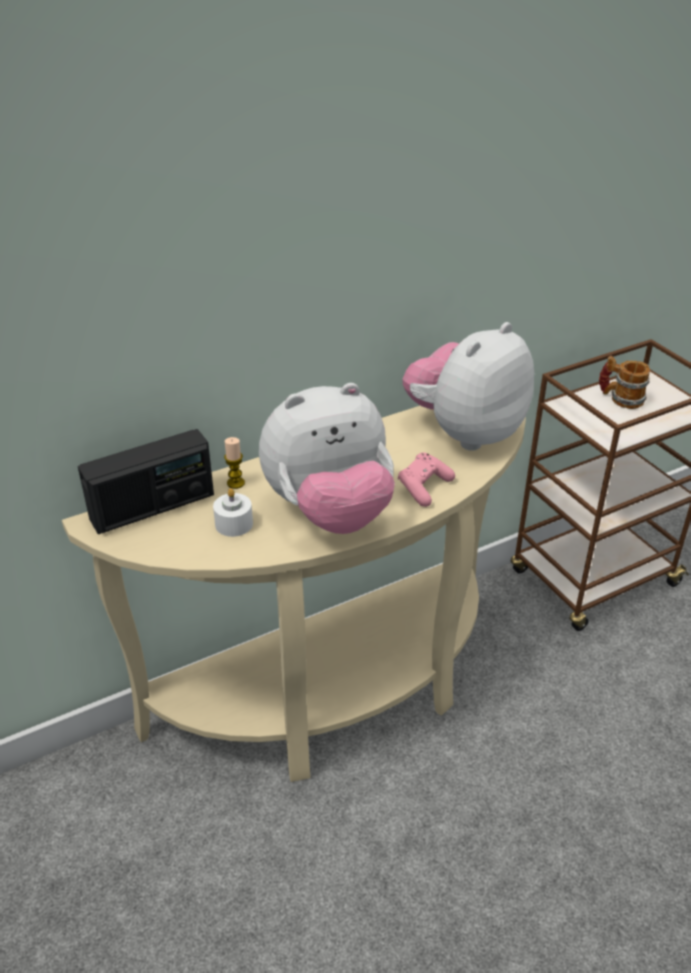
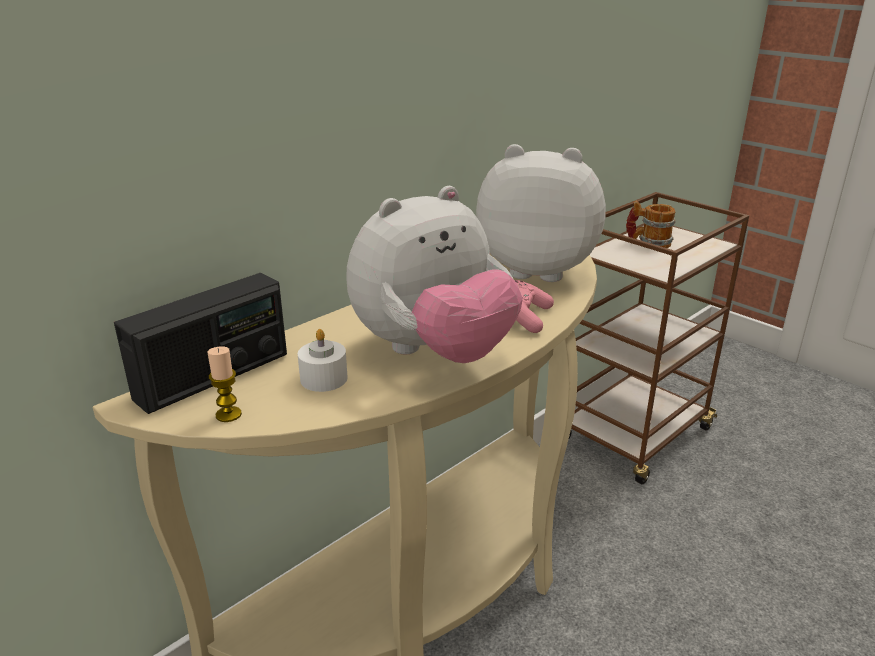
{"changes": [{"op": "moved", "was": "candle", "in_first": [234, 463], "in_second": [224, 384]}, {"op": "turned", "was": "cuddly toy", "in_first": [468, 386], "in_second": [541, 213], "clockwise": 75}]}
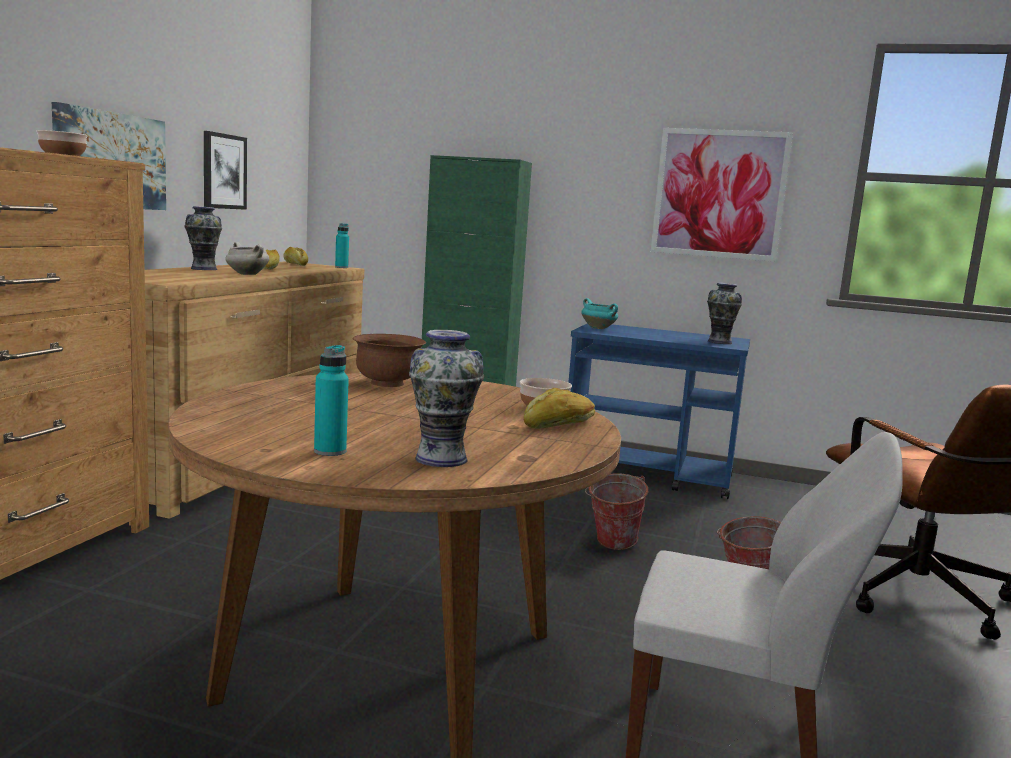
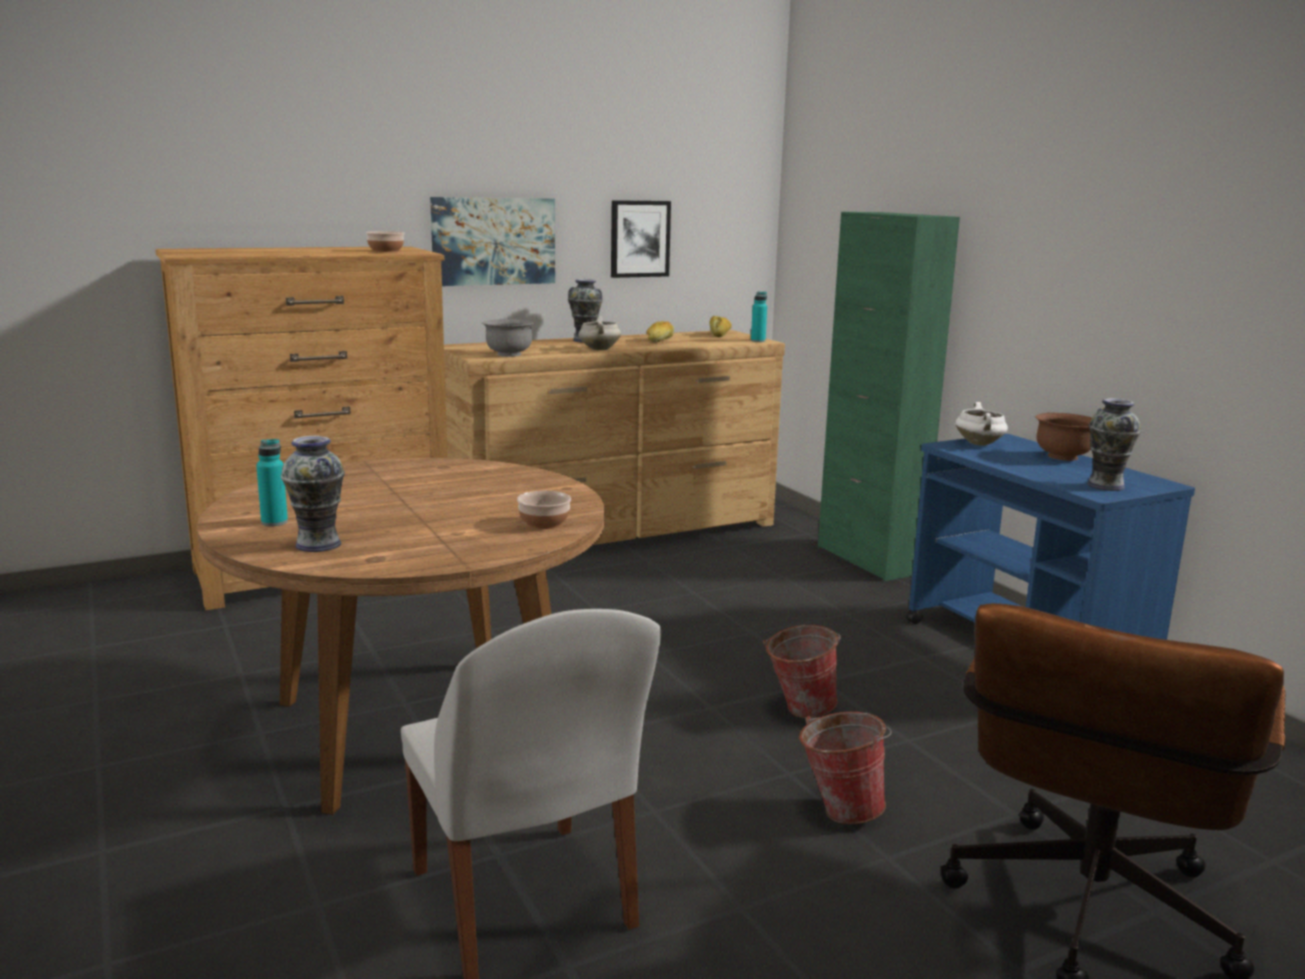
{"changes": [{"op": "added", "now": "greyish serving bowl", "in_second": [508, 338]}, {"op": "recoloured", "was": "blue-green saucepot", "now": "white saucepot", "in_first": [599, 313], "in_second": [982, 424]}, {"op": "moved", "was": "brown-coloured serving bowl", "in_first": [389, 360], "in_second": [1063, 437]}, {"op": "removed", "was": "bakery bread", "in_first": [559, 408]}, {"op": "removed", "was": "wall picture", "in_first": [722, 195]}]}
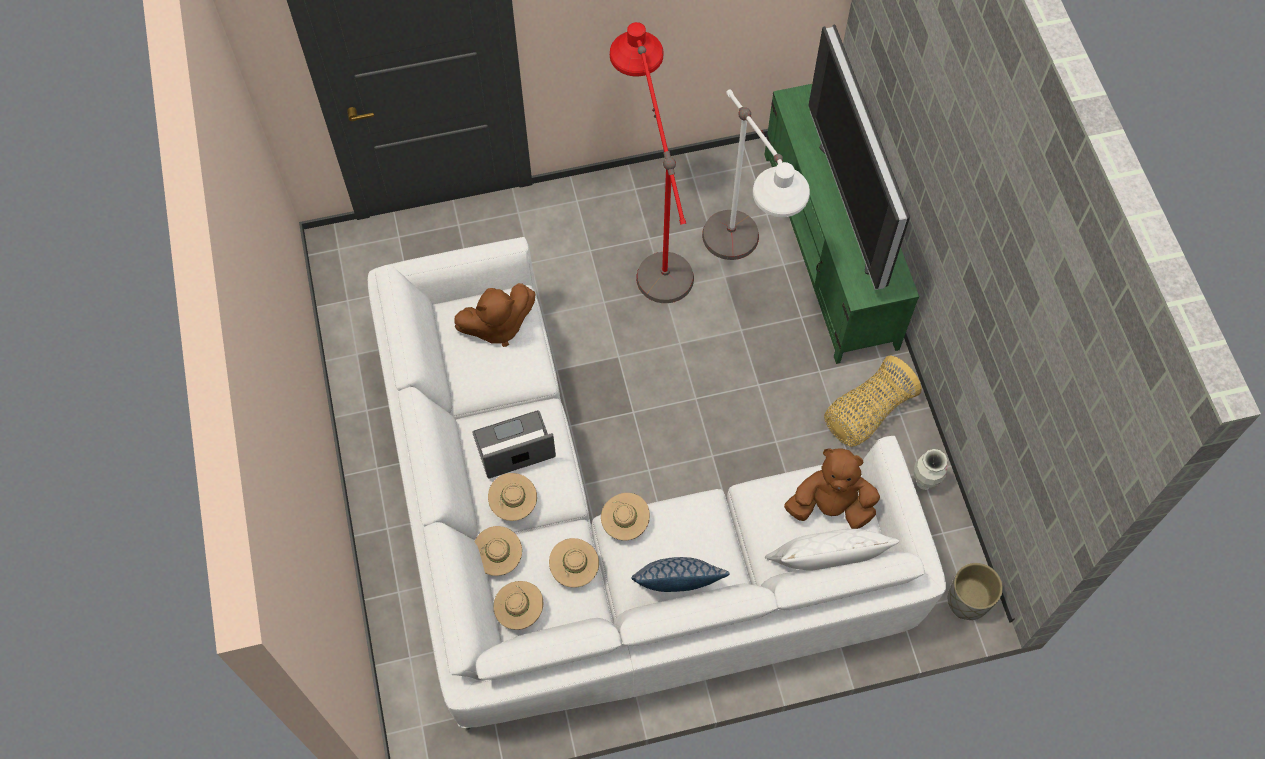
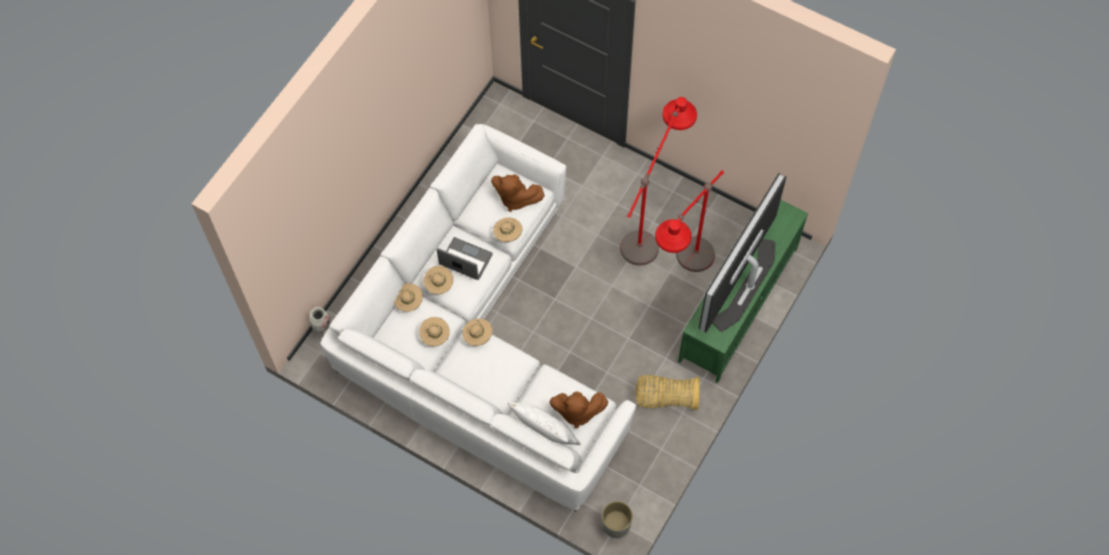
{"changes": [{"op": "moved", "was": "vase", "in_first": [931, 469], "in_second": [320, 320]}, {"op": "moved", "was": "beige-coloured wearable hat", "in_first": [518, 605], "in_second": [507, 230]}, {"op": "turned", "was": "brown-coloured cuddly toy", "in_first": [832, 488], "in_second": [579, 409], "clockwise": 135}, {"op": "recoloured", "was": "white standard lamp", "now": "red-coloured standard lamp", "in_first": [756, 174], "in_second": [689, 221]}, {"op": "removed", "was": "cushion", "in_first": [680, 574]}]}
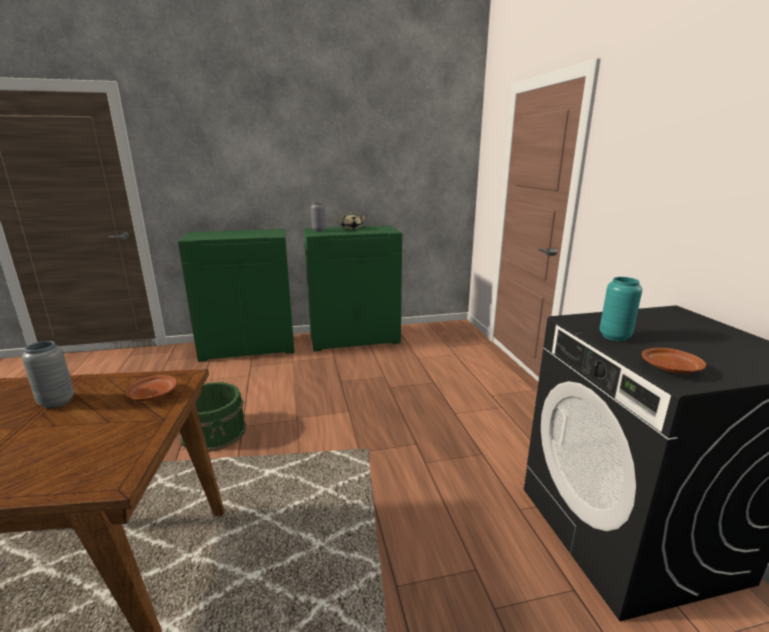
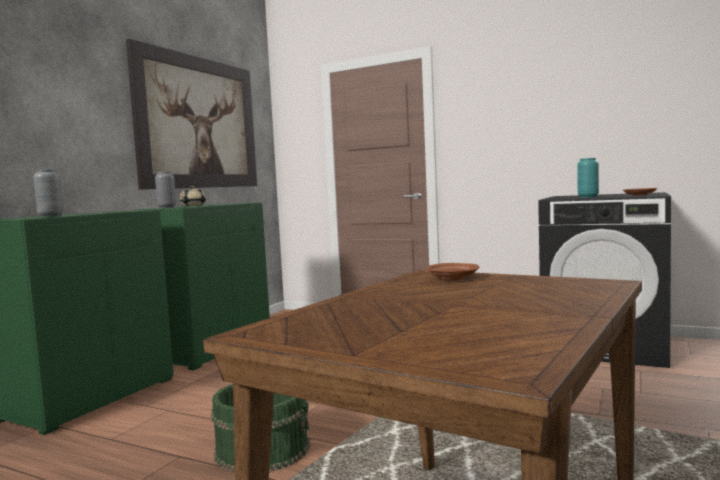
{"changes": [{"op": "moved", "was": "greyish vase", "in_first": [48, 374], "in_second": [49, 193]}, {"op": "added", "now": "wall picture", "in_second": [191, 114]}]}
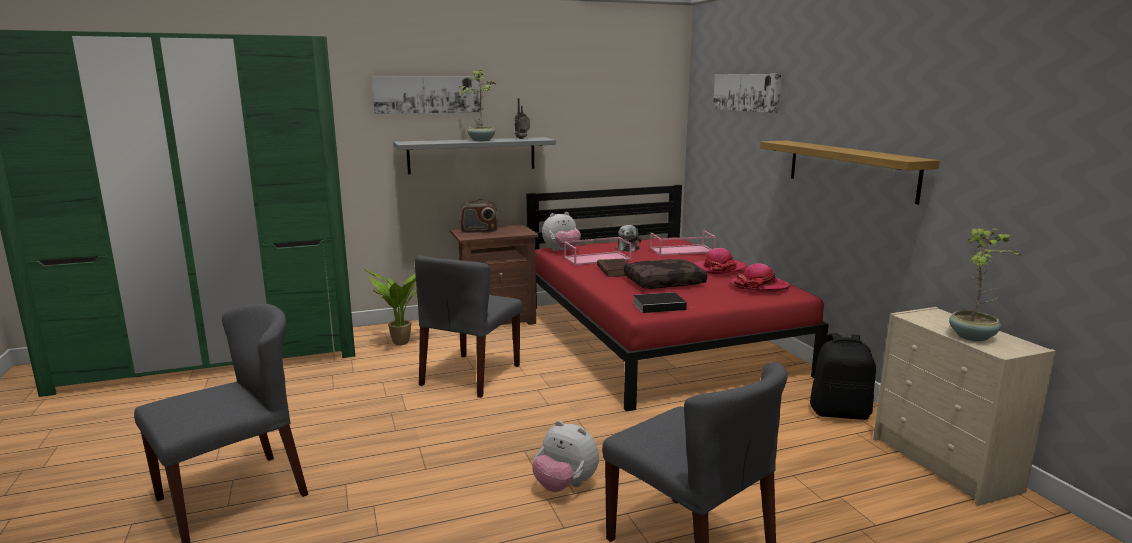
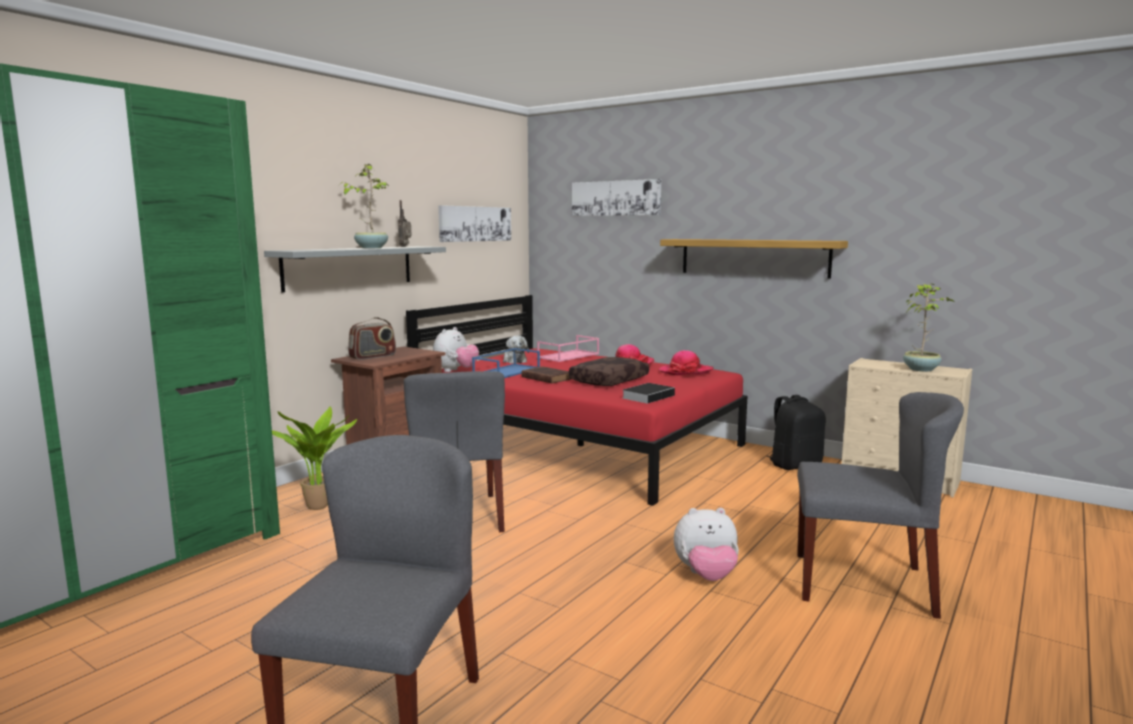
{"changes": [{"op": "moved", "was": "wall picture", "in_first": [425, 95], "in_second": [474, 223]}, {"op": "recoloured", "was": "pink-coloured carrying tray", "now": "blue-coloured carrying tray", "in_first": [598, 251], "in_second": [506, 363]}]}
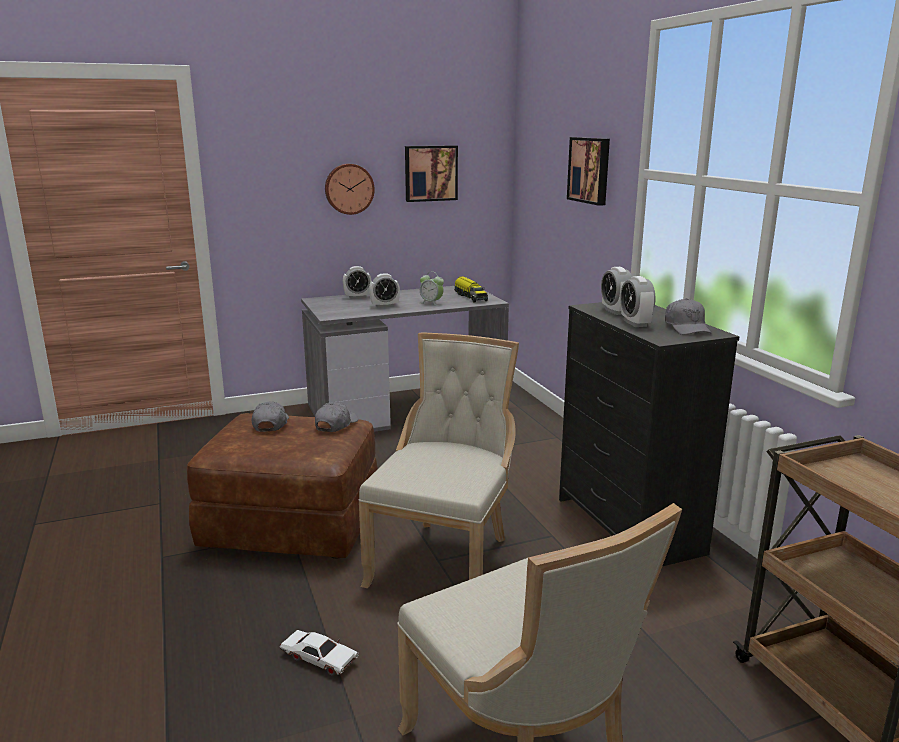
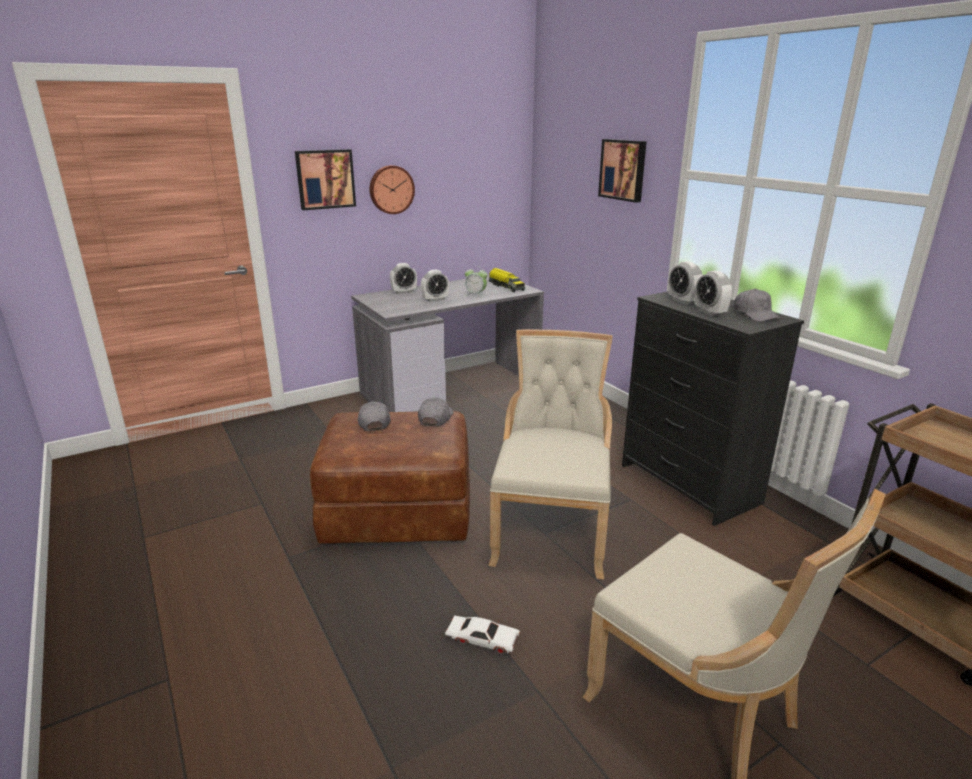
{"changes": [{"op": "moved", "was": "wall picture", "in_first": [431, 173], "in_second": [325, 179]}]}
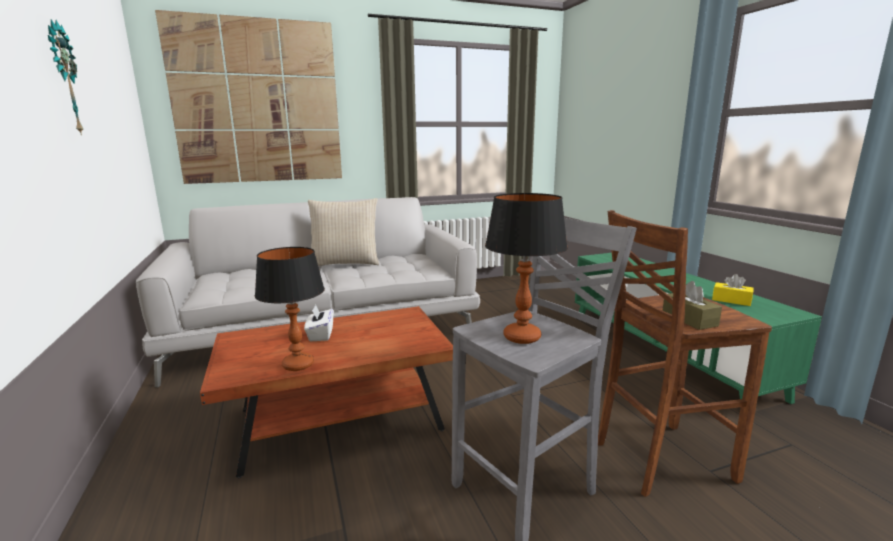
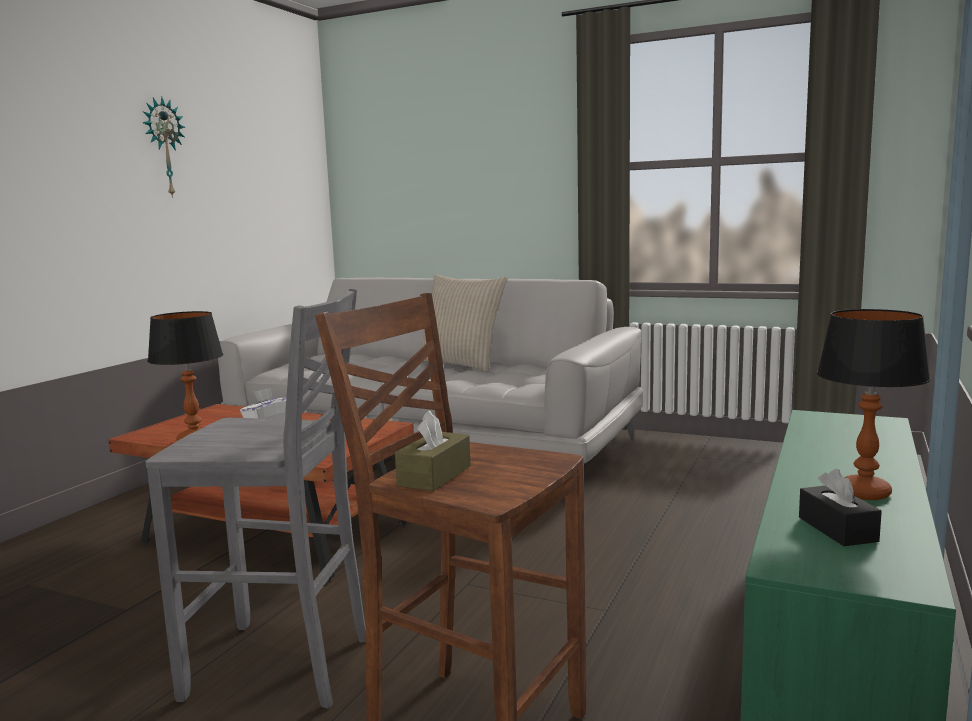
{"changes": [{"op": "recoloured", "was": "yellow-coloured tissue box", "now": "black-coloured tissue box", "in_first": [733, 290], "in_second": [840, 507]}, {"op": "moved", "was": "tabletop lamp", "in_first": [526, 268], "in_second": [874, 404]}, {"op": "removed", "was": "wall picture", "in_first": [248, 97]}]}
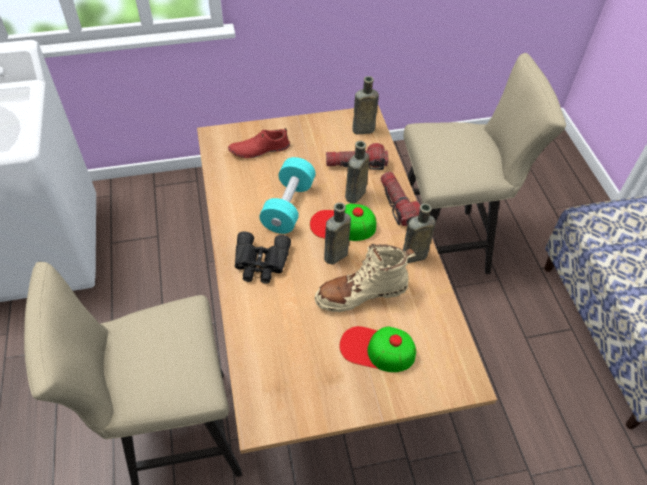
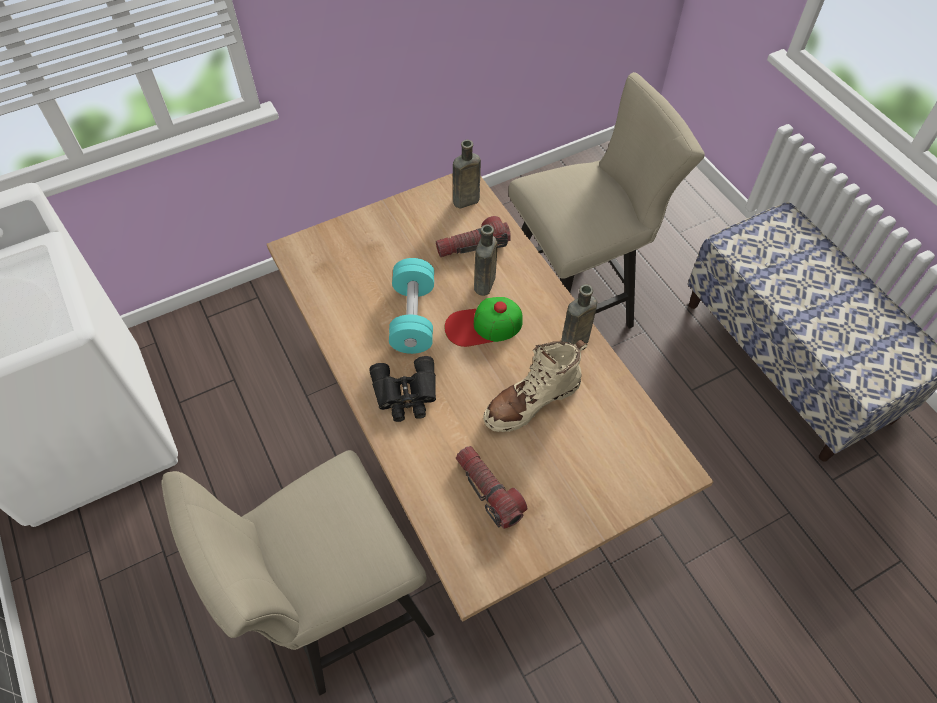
{"changes": [{"op": "moved", "was": "torch", "in_first": [400, 199], "in_second": [491, 487]}, {"op": "removed", "was": "red-coloured item of footwear", "in_first": [259, 143]}, {"op": "removed", "was": "brown-coloured drink bottle", "in_first": [337, 233]}, {"op": "removed", "was": "peaked cap", "in_first": [377, 349]}]}
